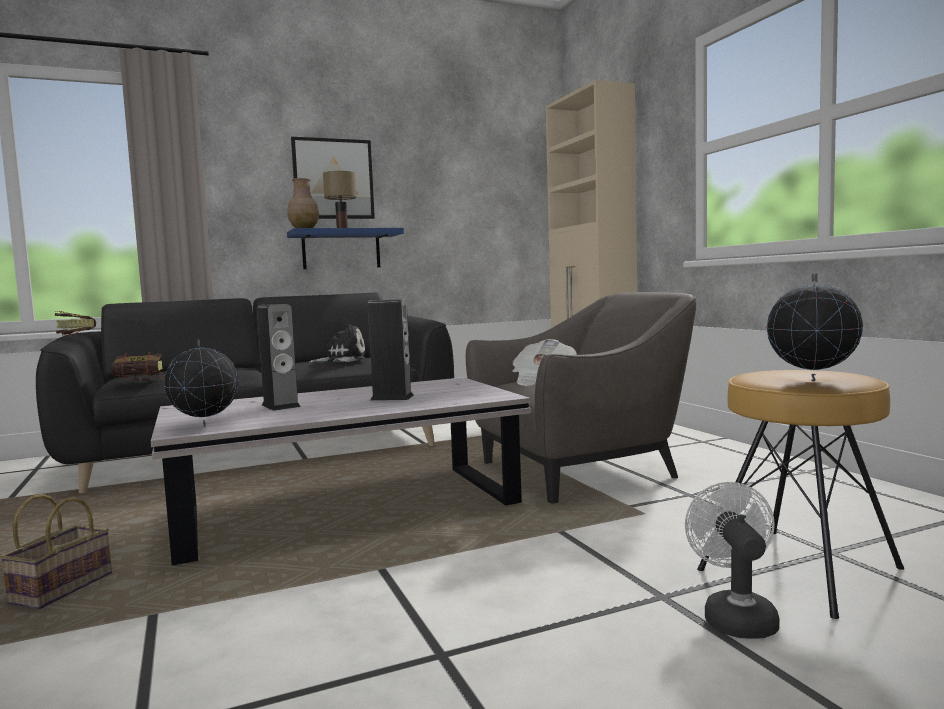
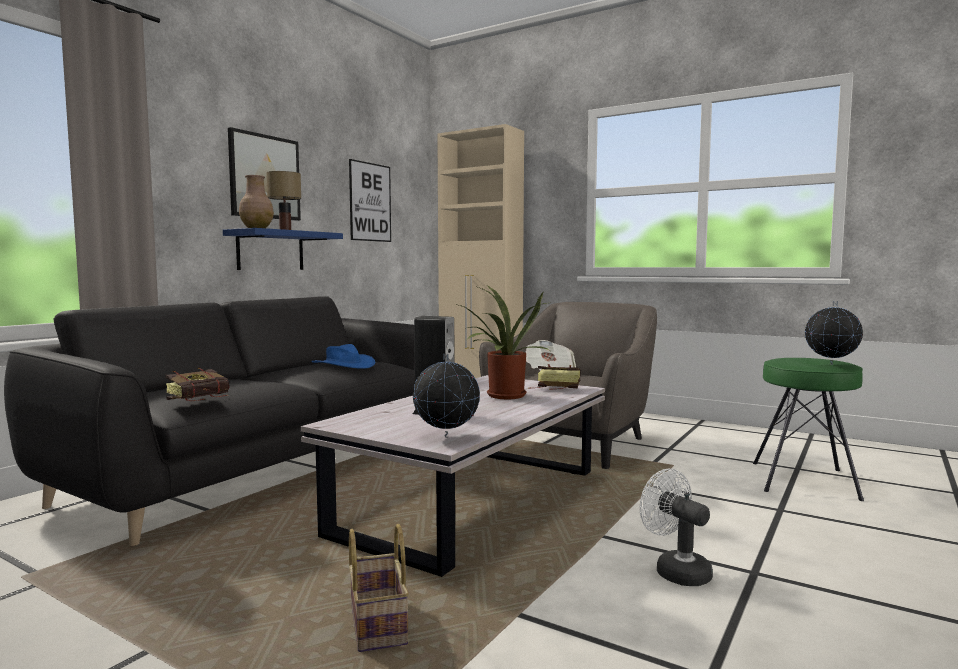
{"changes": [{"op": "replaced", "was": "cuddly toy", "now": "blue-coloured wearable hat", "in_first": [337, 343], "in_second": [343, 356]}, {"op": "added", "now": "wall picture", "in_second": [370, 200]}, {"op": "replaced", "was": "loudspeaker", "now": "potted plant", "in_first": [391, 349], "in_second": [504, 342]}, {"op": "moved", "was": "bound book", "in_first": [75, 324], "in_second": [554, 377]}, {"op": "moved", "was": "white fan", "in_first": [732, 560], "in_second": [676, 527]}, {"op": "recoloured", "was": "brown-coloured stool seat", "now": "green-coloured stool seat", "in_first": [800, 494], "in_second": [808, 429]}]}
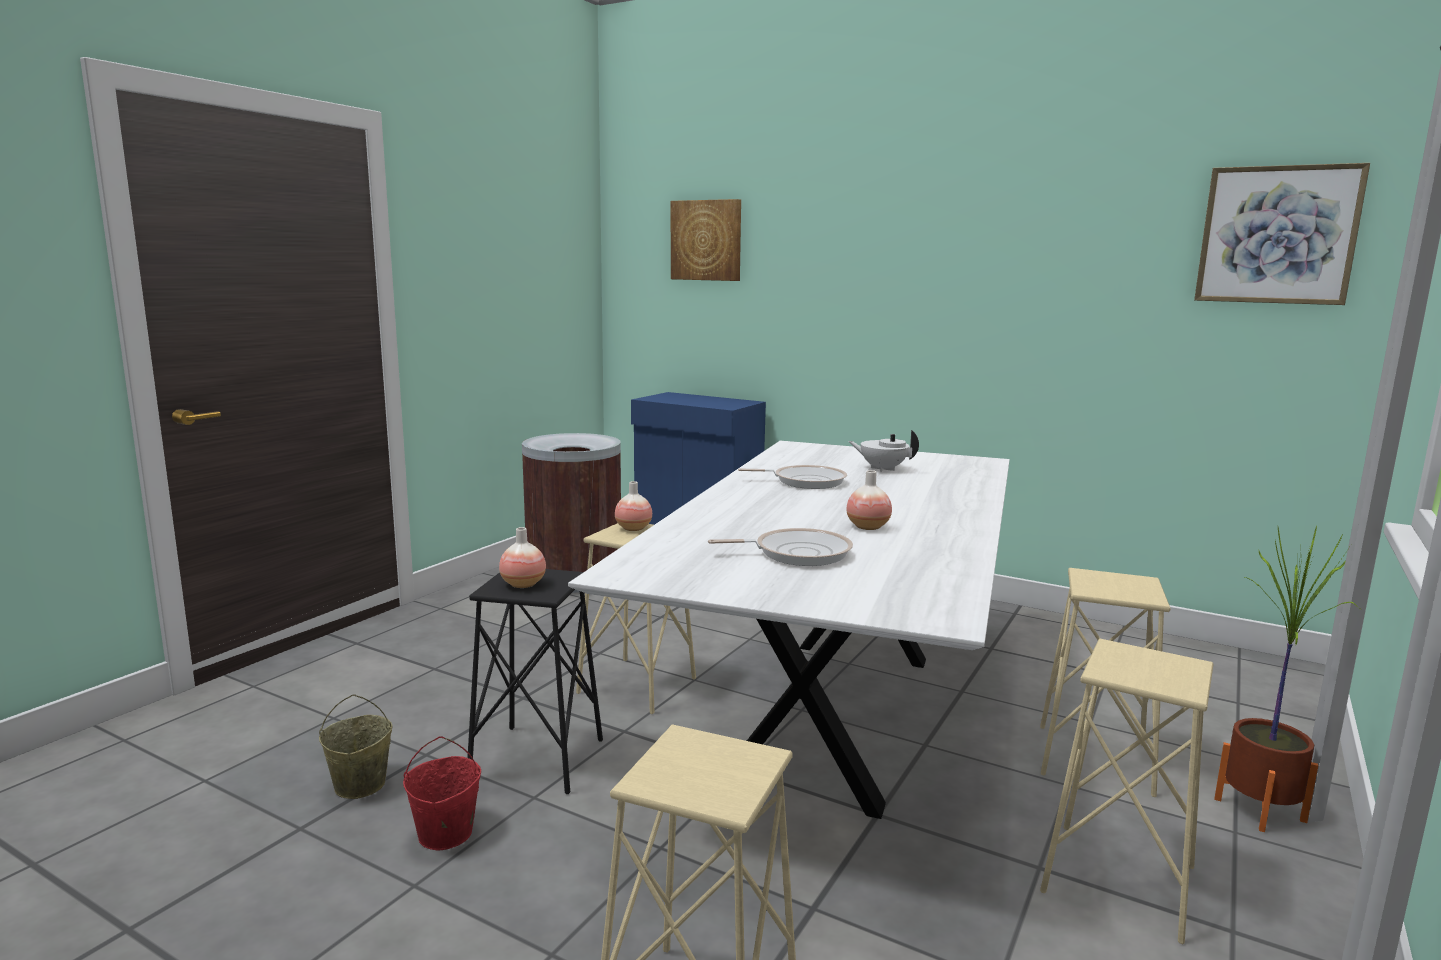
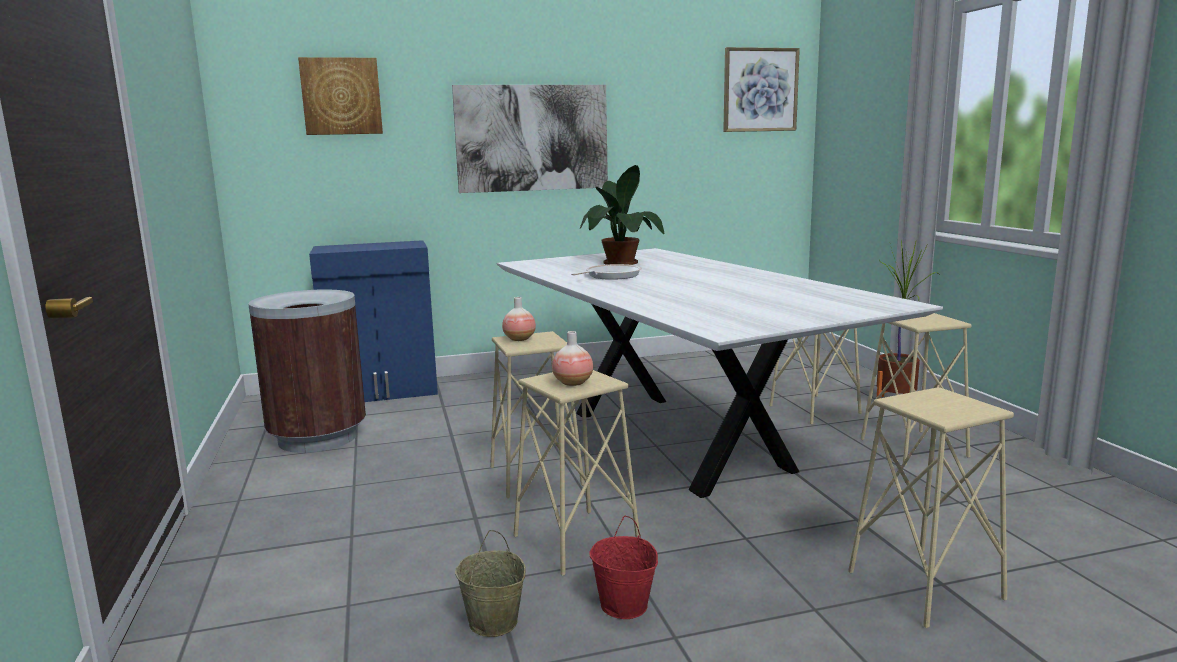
{"changes": [{"op": "added", "now": "wall picture", "in_second": [530, 139]}, {"op": "recoloured", "was": "black-coloured stool seat", "now": "beige-coloured stool seat", "in_first": [535, 681], "in_second": [576, 473]}, {"op": "replaced", "was": "white teapot", "now": "potted plant", "in_first": [884, 451], "in_second": [622, 215]}, {"op": "removed", "was": "frying pan", "in_first": [780, 547]}, {"op": "removed", "was": "vase", "in_first": [869, 500]}]}
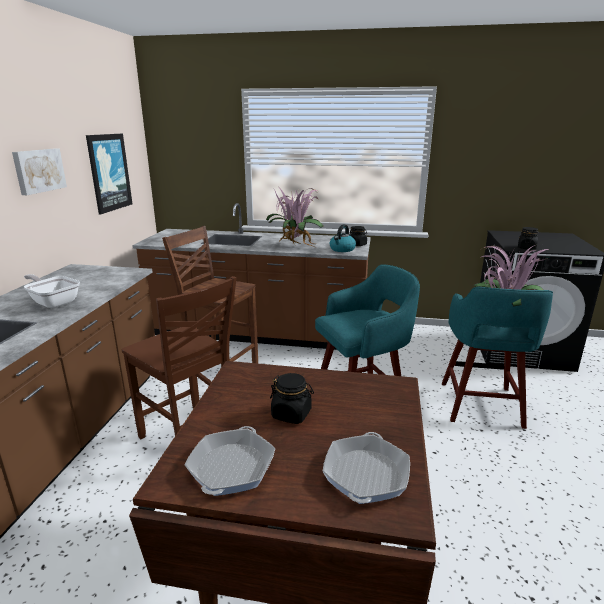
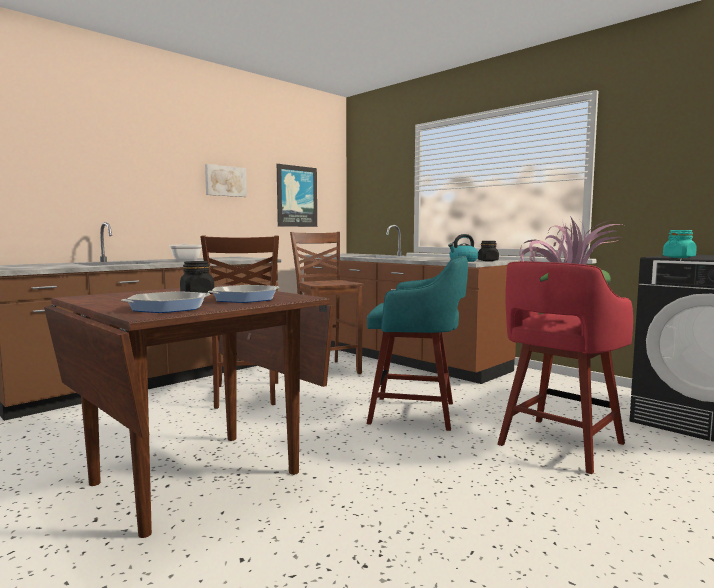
{"changes": [{"op": "moved", "was": "frying pan", "in_first": [229, 461], "in_second": [243, 294]}, {"op": "recoloured", "was": "blue-green stool seat", "now": "red-coloured stool seat", "in_first": [497, 358], "in_second": [565, 368]}, {"op": "recoloured", "was": "black-coloured jar", "now": "blue-green jar", "in_first": [528, 238], "in_second": [680, 244]}, {"op": "removed", "was": "potted plant", "in_first": [294, 216]}]}
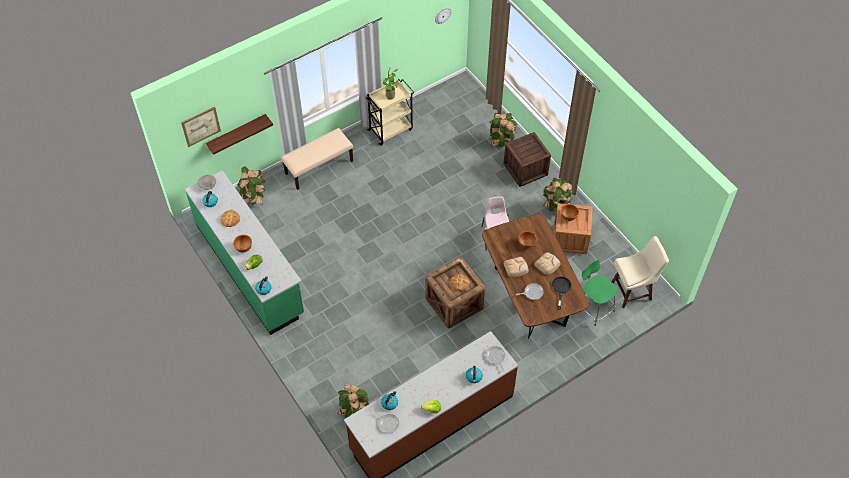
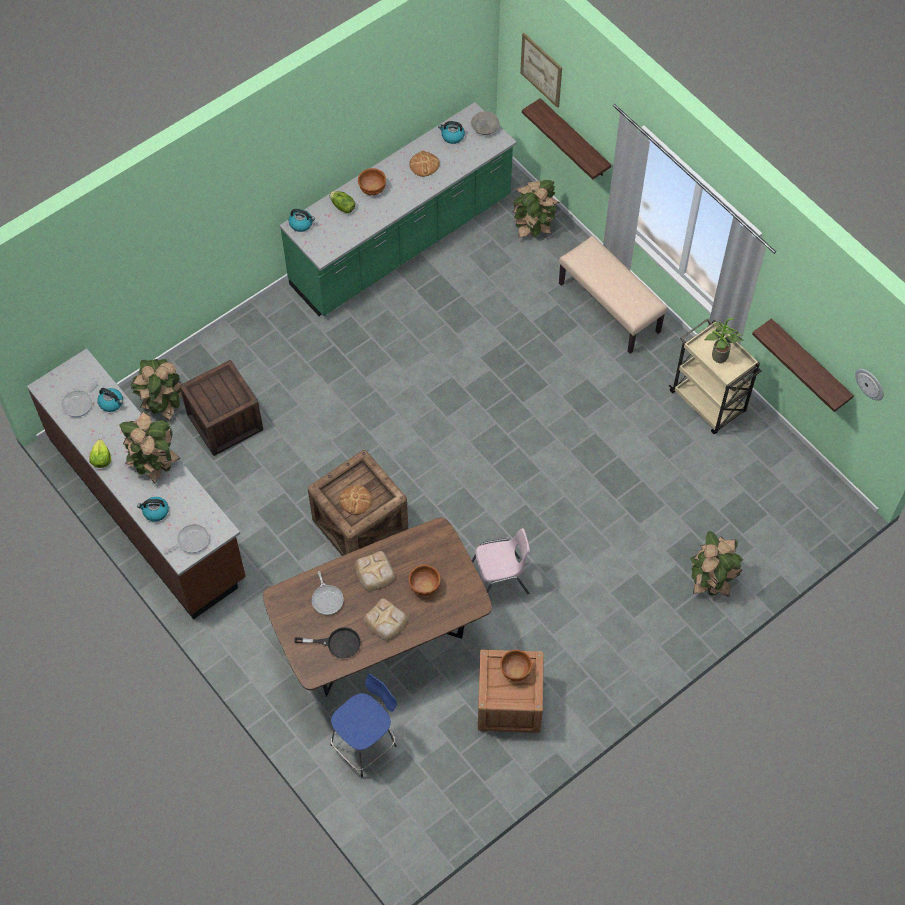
{"changes": [{"op": "moved", "was": "potted plant", "in_first": [558, 196], "in_second": [150, 447]}, {"op": "moved", "was": "crate", "in_first": [527, 159], "in_second": [221, 408]}, {"op": "recoloured", "was": "green-coloured stool seat", "now": "blue-coloured stool seat", "in_first": [600, 293], "in_second": [363, 725]}, {"op": "added", "now": "wall shelf", "in_second": [803, 365]}, {"op": "removed", "was": "beige-coloured stool seat", "in_first": [640, 272]}]}
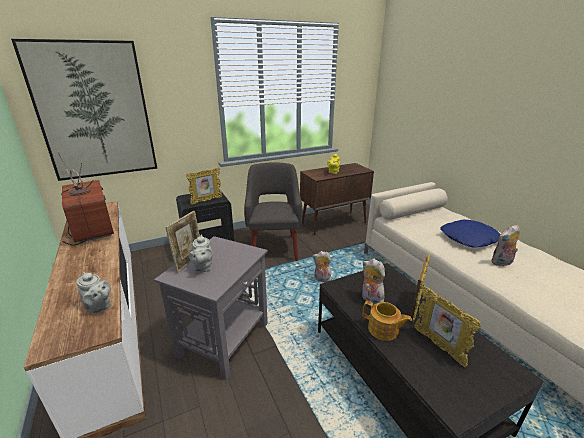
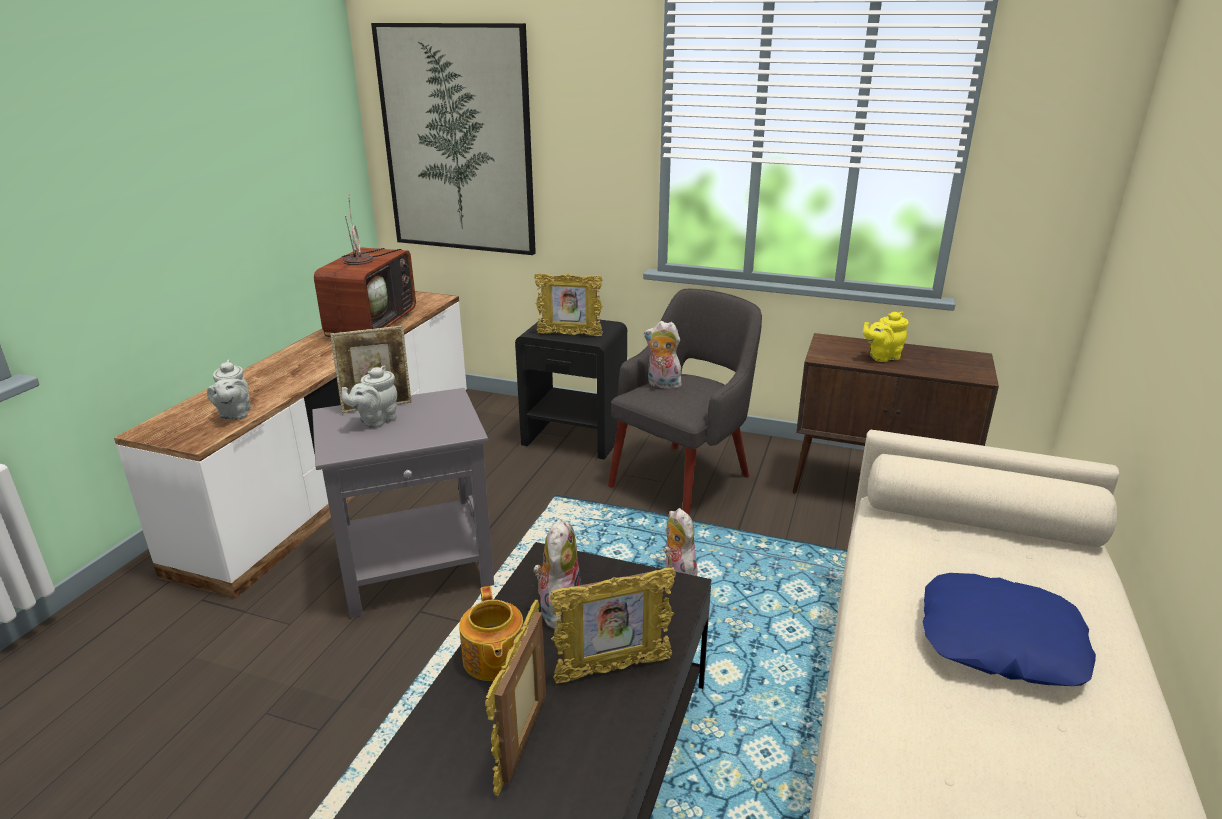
{"changes": [{"op": "moved", "was": "cuddly toy", "in_first": [505, 245], "in_second": [663, 355]}]}
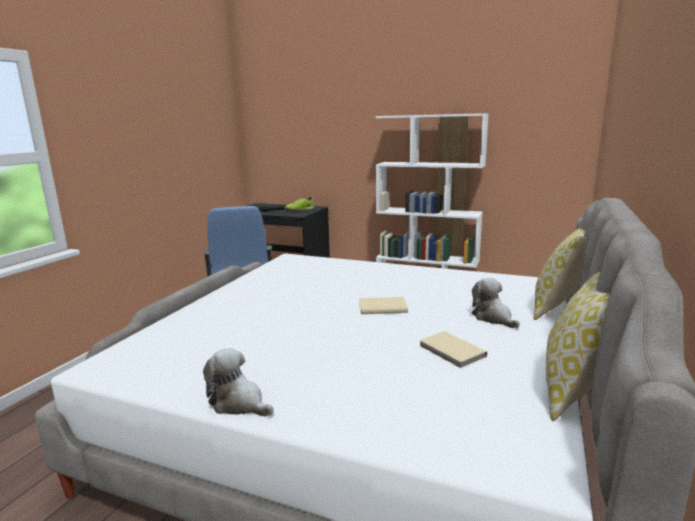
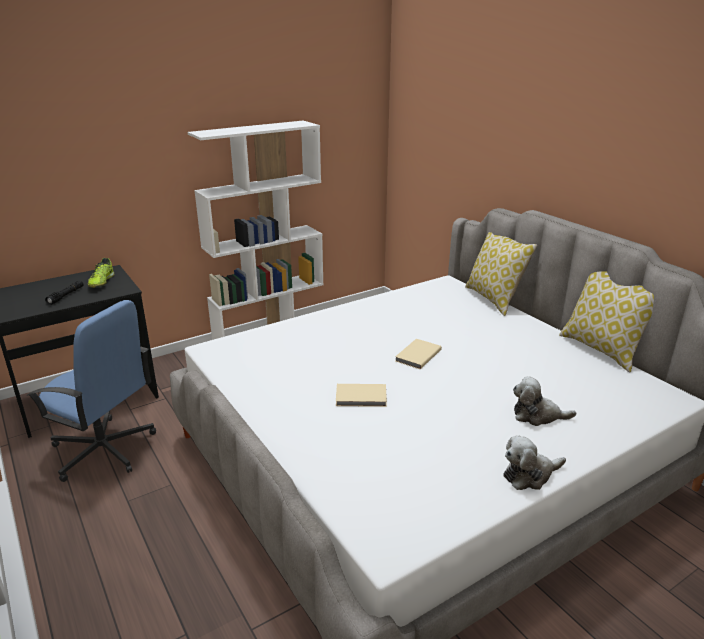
{"changes": [{"op": "moved", "was": "beige-coloured bound book", "in_first": [453, 350], "in_second": [361, 395]}, {"op": "moved", "was": "cuddly toy", "in_first": [496, 303], "in_second": [544, 401]}]}
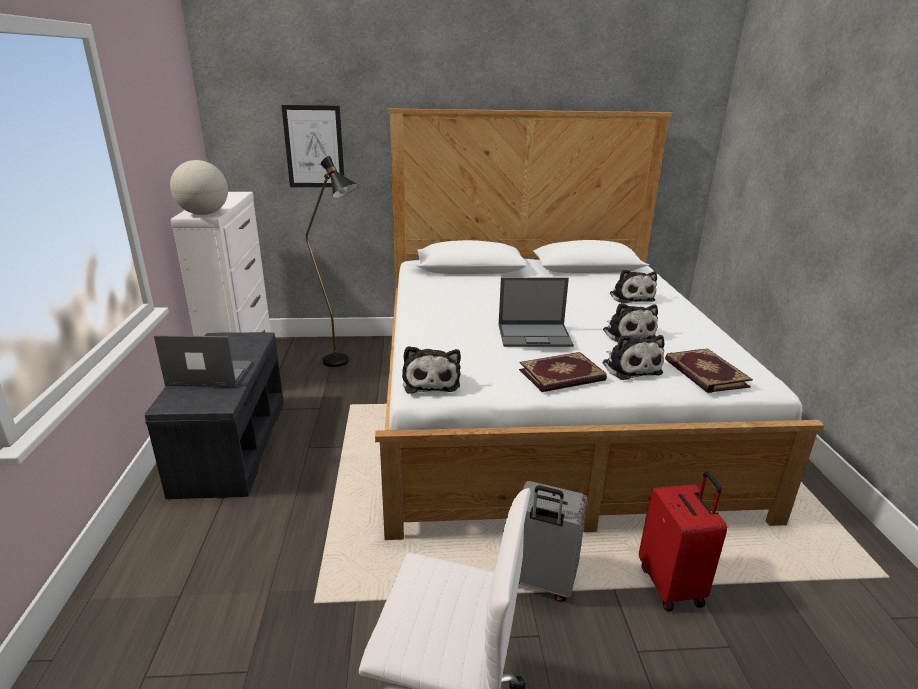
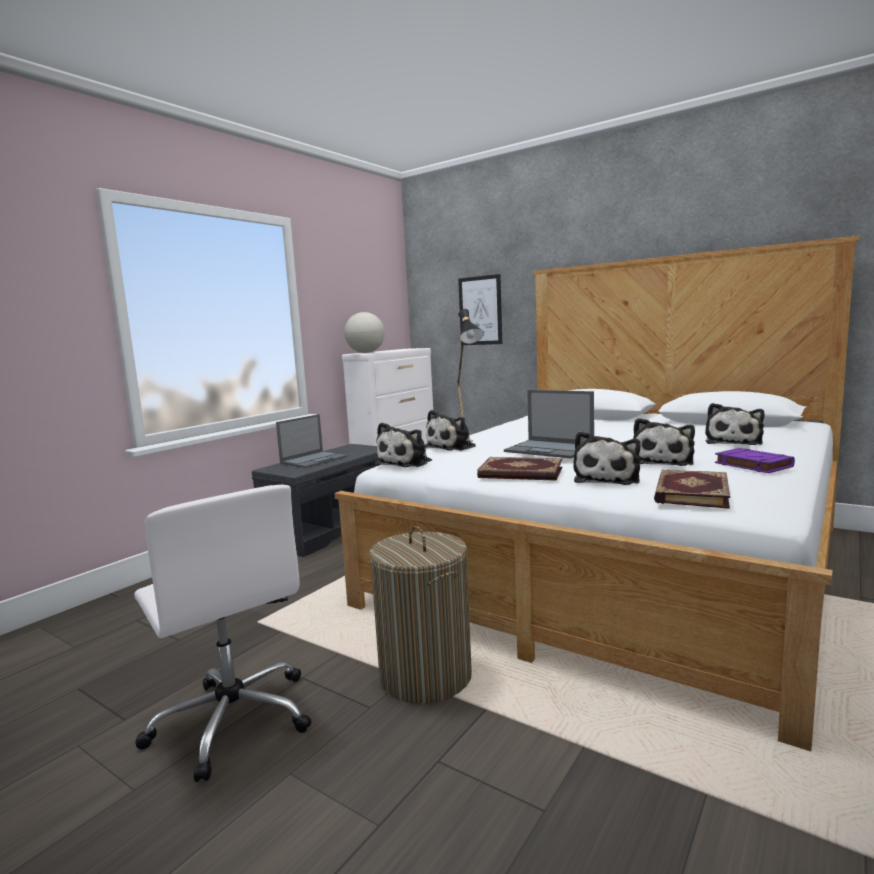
{"changes": [{"op": "turned", "was": "portable computer", "in_first": [203, 361], "in_second": [312, 441], "clockwise": 90}, {"op": "replaced", "was": "greyish travel case", "now": "hamper", "in_first": [553, 541], "in_second": [420, 615]}, {"op": "added", "now": "cuddly toy", "in_second": [450, 430]}, {"op": "added", "now": "purplish bound book", "in_second": [755, 460]}, {"op": "removed", "was": "red-coloured travel case", "in_first": [683, 541]}]}
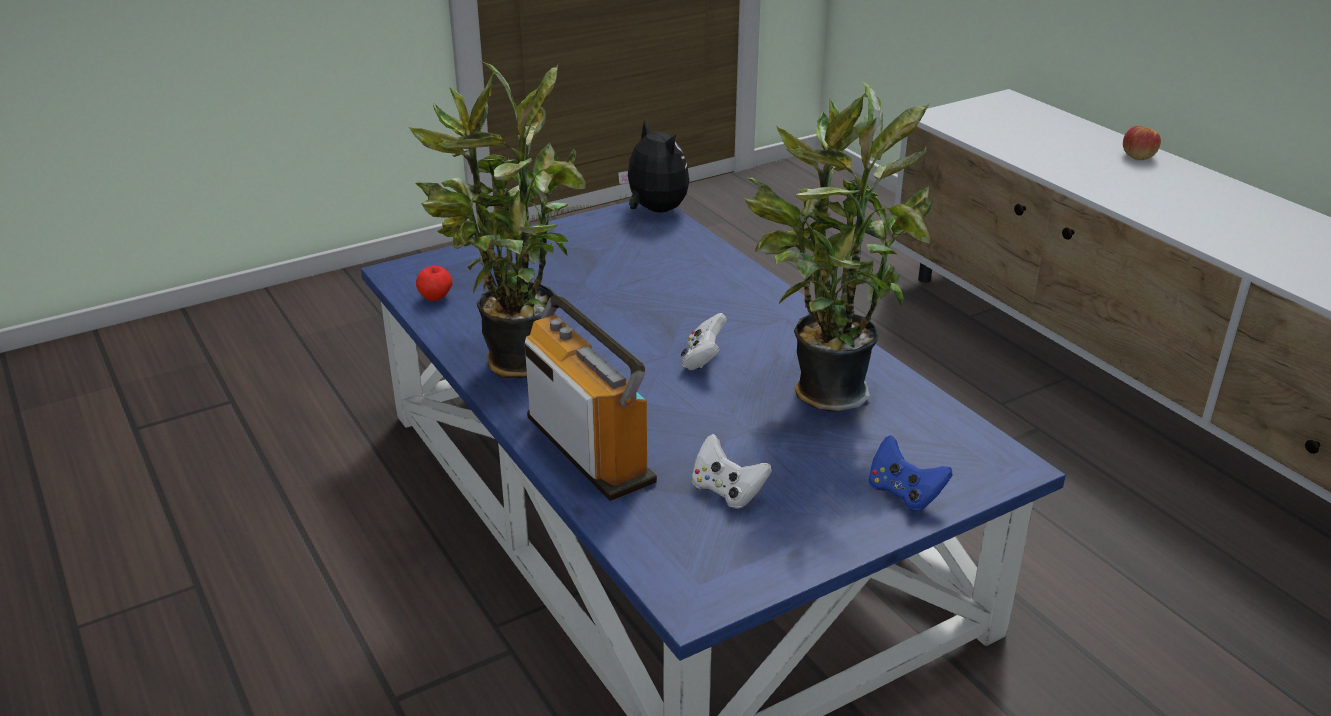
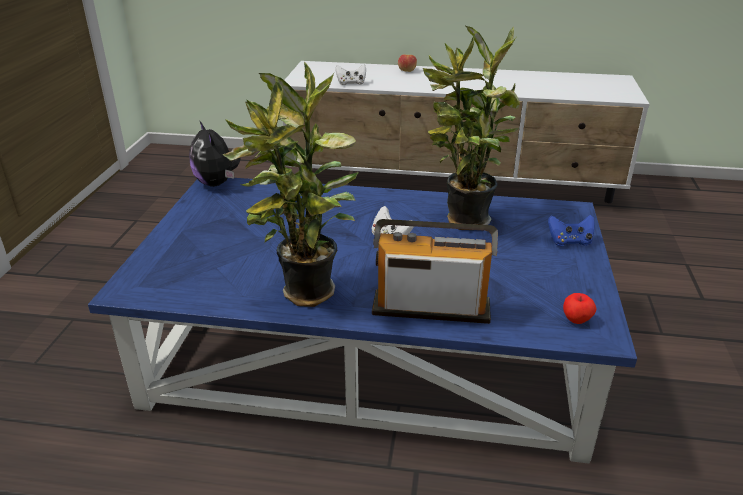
{"changes": [{"op": "turned", "was": "cuddly toy", "in_first": [653, 165], "in_second": [215, 153], "clockwise": -120}, {"op": "moved", "was": "white gamepad", "in_first": [732, 471], "in_second": [350, 75]}, {"op": "moved", "was": "whole apple", "in_first": [434, 283], "in_second": [579, 308]}]}
